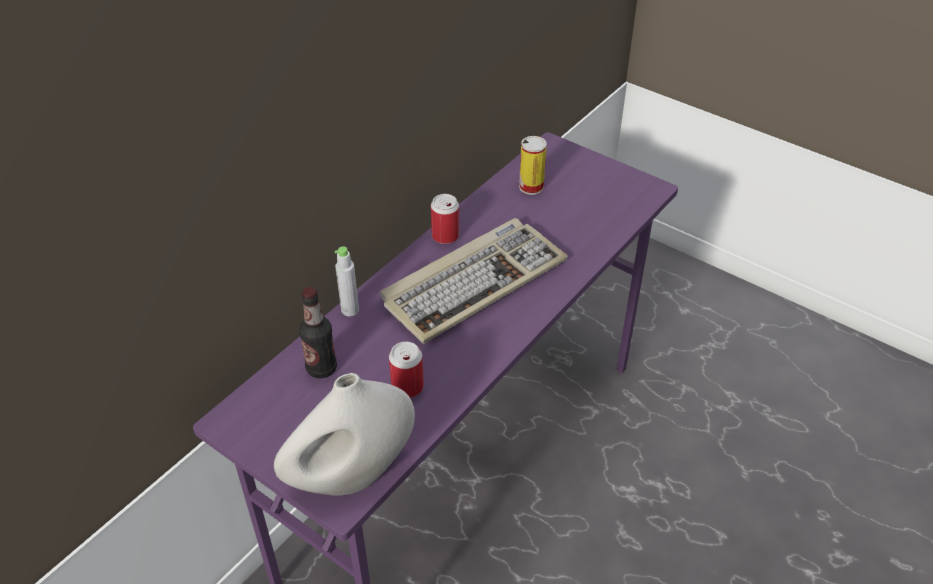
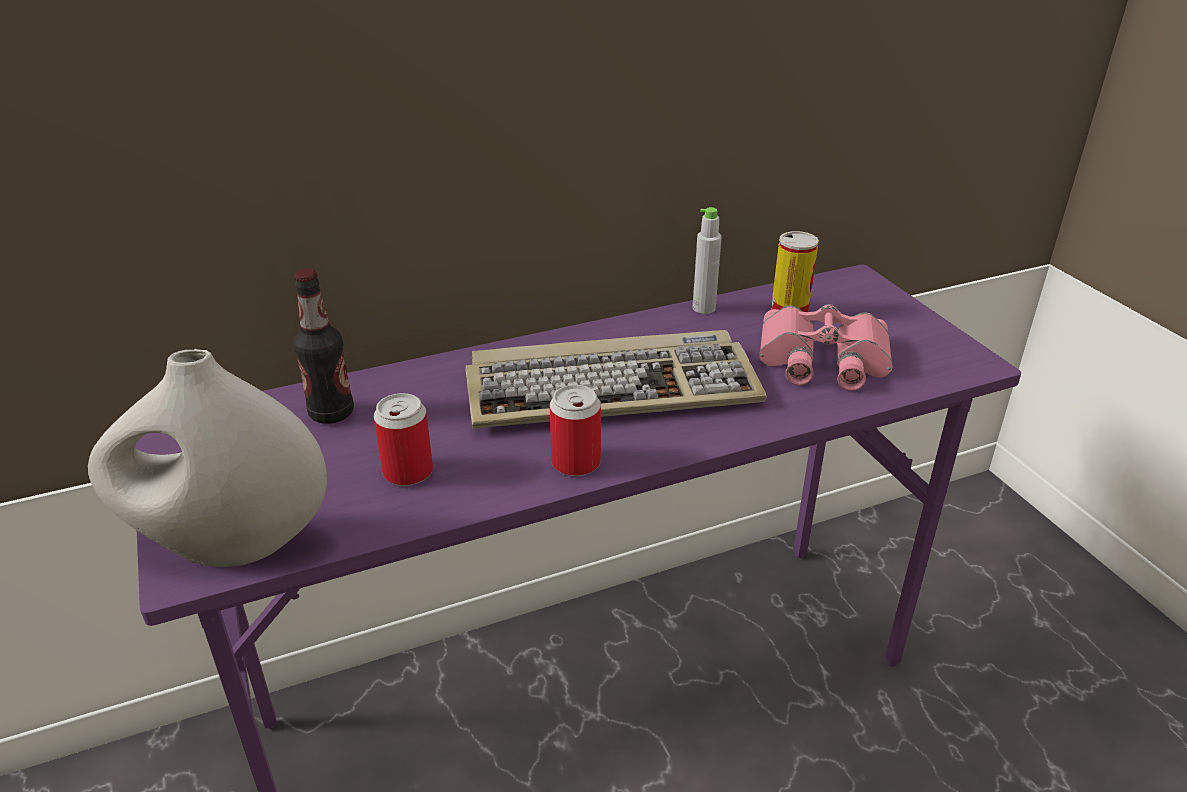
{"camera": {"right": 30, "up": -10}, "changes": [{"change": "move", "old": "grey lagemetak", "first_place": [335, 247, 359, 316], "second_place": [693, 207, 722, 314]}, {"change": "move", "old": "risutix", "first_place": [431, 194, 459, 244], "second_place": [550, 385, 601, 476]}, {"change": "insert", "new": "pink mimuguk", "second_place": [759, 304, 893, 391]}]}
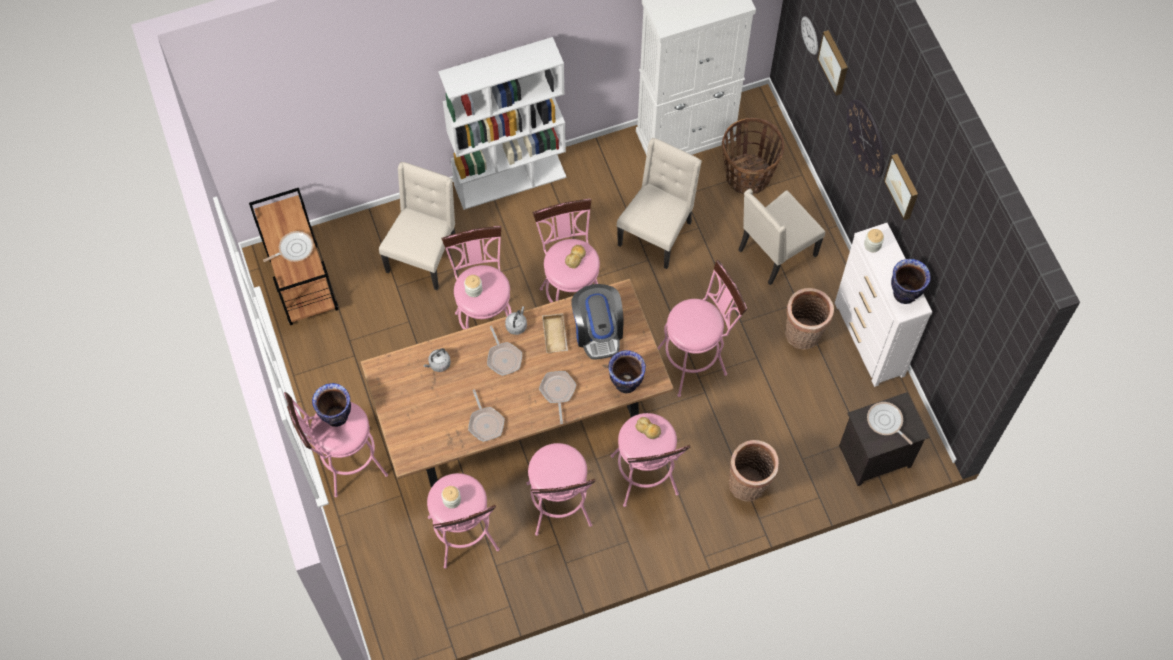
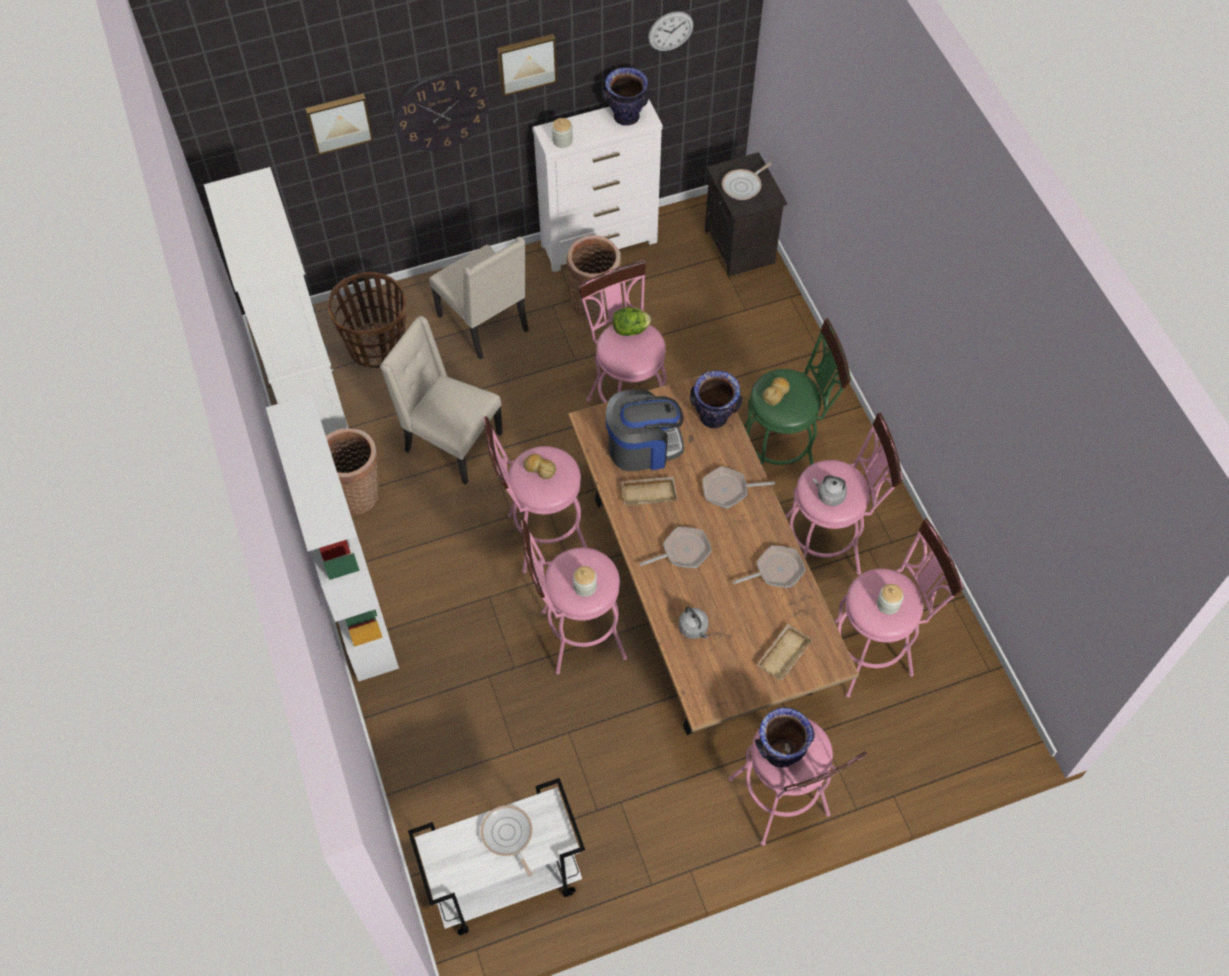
{"camera": {"right": -90, "up": -5}, "changes": [{"change": "recolor", "old": "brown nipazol", "new": "white nipazol", "first_place": [249, 188, 338, 325], "second_place": [408, 778, 585, 935]}, {"change": "delete", "old": "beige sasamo", "first_place": [379, 162, 456, 290]}, {"change": "move", "old": "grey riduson", "first_place": [505, 306, 527, 335], "second_place": [813, 475, 847, 506]}, {"change": "recolor", "old": "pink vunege", "new": "green vunege", "first_place": [611, 413, 690, 507], "second_place": [744, 318, 851, 466]}, {"change": "move", "old": "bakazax", "first_place": [729, 440, 779, 501], "second_place": [326, 428, 378, 515]}, {"change": "move", "old": "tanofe", "first_place": [801, 16, 818, 55], "second_place": [648, 11, 694, 51]}, {"change": "insert", "new": "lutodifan", "second_place": [613, 307, 651, 336]}, {"change": "insert", "new": "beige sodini", "second_place": [757, 624, 813, 681]}]}
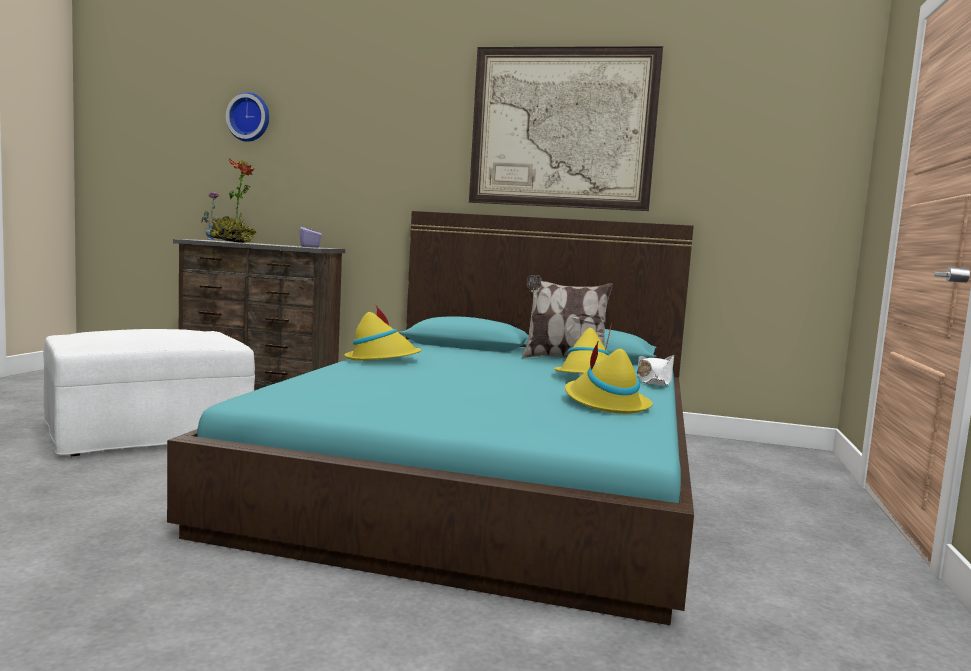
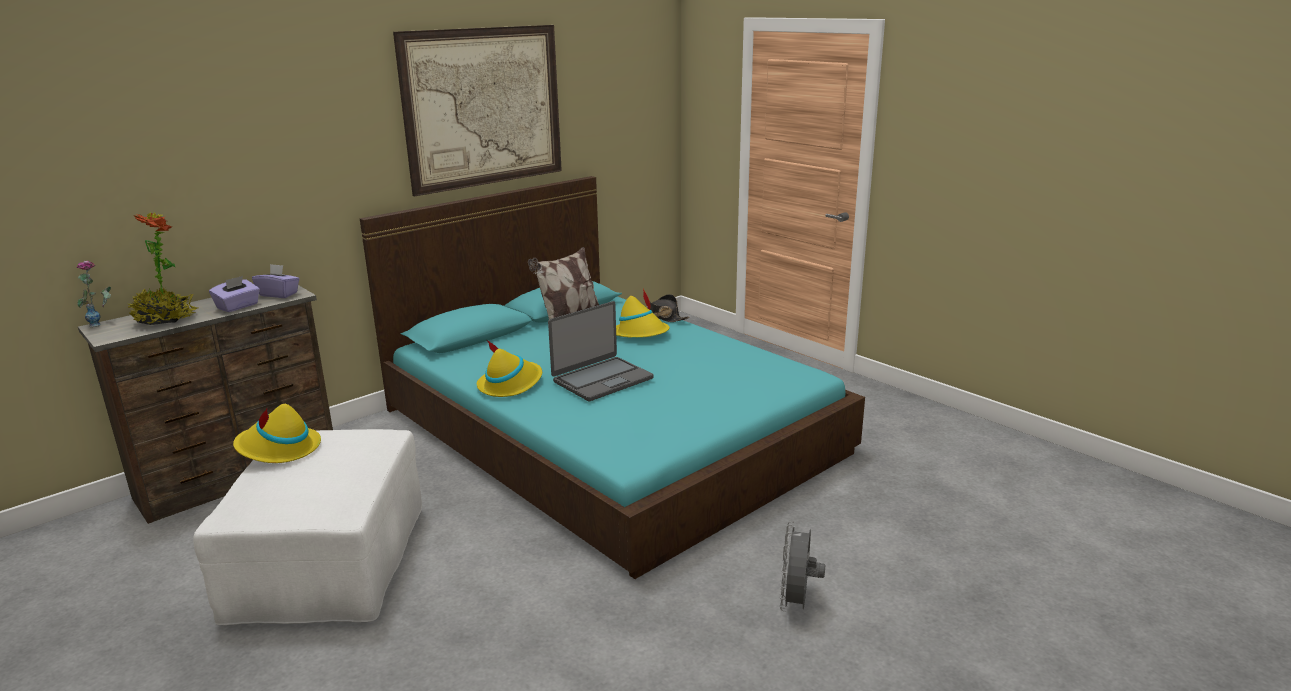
{"camera": {"right": -55, "up": 15}, "changes": [{"change": "delete", "old": "tanofe", "first_place": [226, 92, 269, 142]}, {"change": "move", "old": "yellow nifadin", "first_place": [565, 342, 653, 414], "second_place": [233, 404, 321, 463]}, {"change": "recolor", "old": "white nifadin", "new": "black nifadin", "first_place": [637, 355, 674, 386], "second_place": [645, 294, 690, 322]}, {"change": "insert", "new": "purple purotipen", "second_place": [209, 276, 260, 312]}, {"change": "insert", "new": "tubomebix", "second_place": [548, 301, 654, 401]}, {"change": "insert", "new": "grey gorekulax", "second_place": [779, 521, 825, 611]}]}
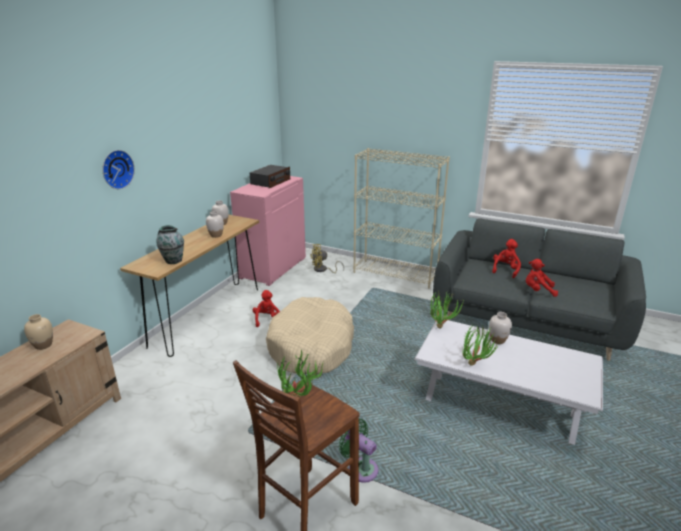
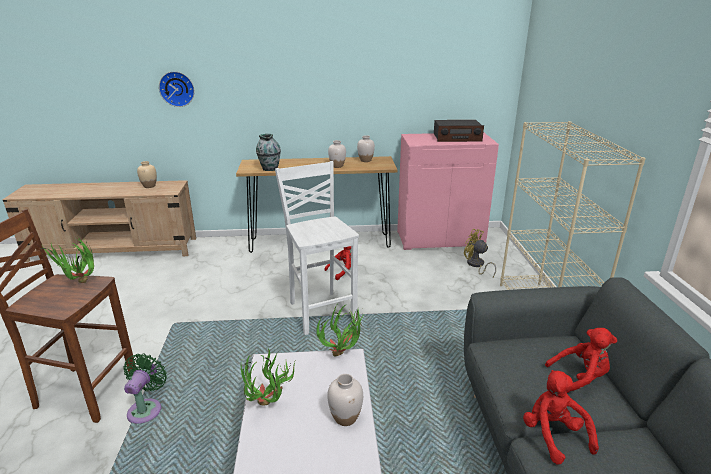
{"camera": {"right": 60, "up": 0}, "changes": [{"change": "move", "old": "tanofe", "first_place": [102, 150, 135, 189], "second_place": [159, 71, 195, 107]}, {"change": "replace", "old": "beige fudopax", "new": "white vunege", "first_place": [266, 297, 354, 375], "second_place": [275, 161, 359, 335]}]}
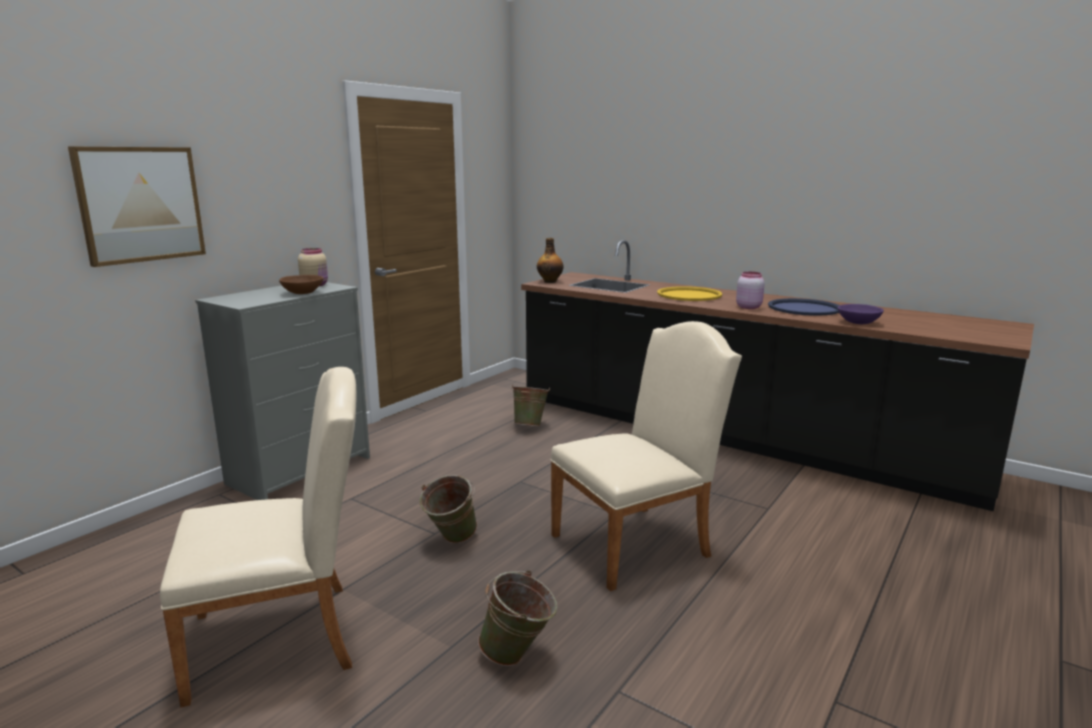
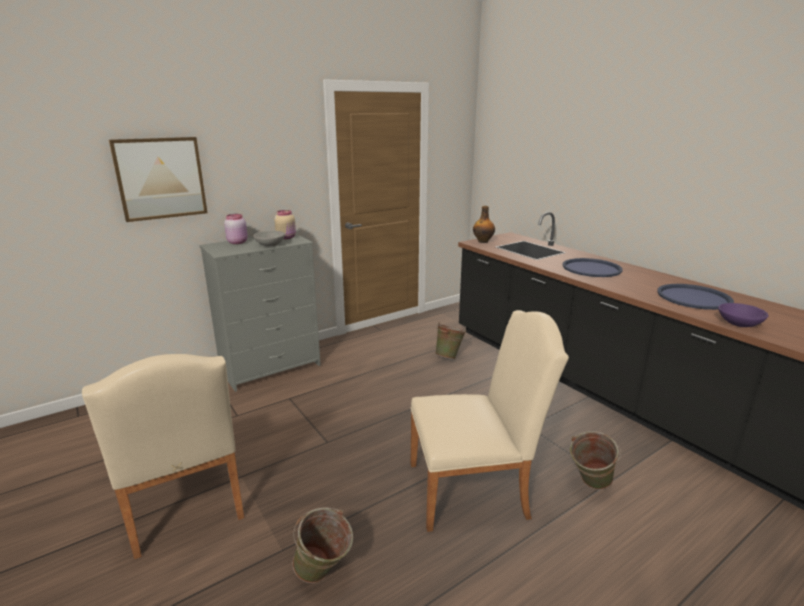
{"camera": {"right": 20, "up": 5}, "changes": [{"change": "rotate", "old": "beige sasamo", "first_place": [160, 367, 357, 707], "second_place": [82, 354, 244, 559], "degrees": 60}, {"change": "recolor", "old": "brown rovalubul", "new": "grey rovalubul", "first_place": [279, 275, 323, 294], "second_place": [253, 231, 285, 246]}, {"change": "move", "old": "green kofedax", "first_place": [420, 475, 478, 544], "second_place": [570, 431, 621, 490]}, {"change": "recolor", "old": "yellow sodini", "new": "blue sodini", "first_place": [657, 286, 722, 301], "second_place": [562, 258, 623, 277]}, {"change": "move", "old": "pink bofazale", "first_place": [736, 272, 765, 309], "second_place": [224, 214, 248, 244]}]}
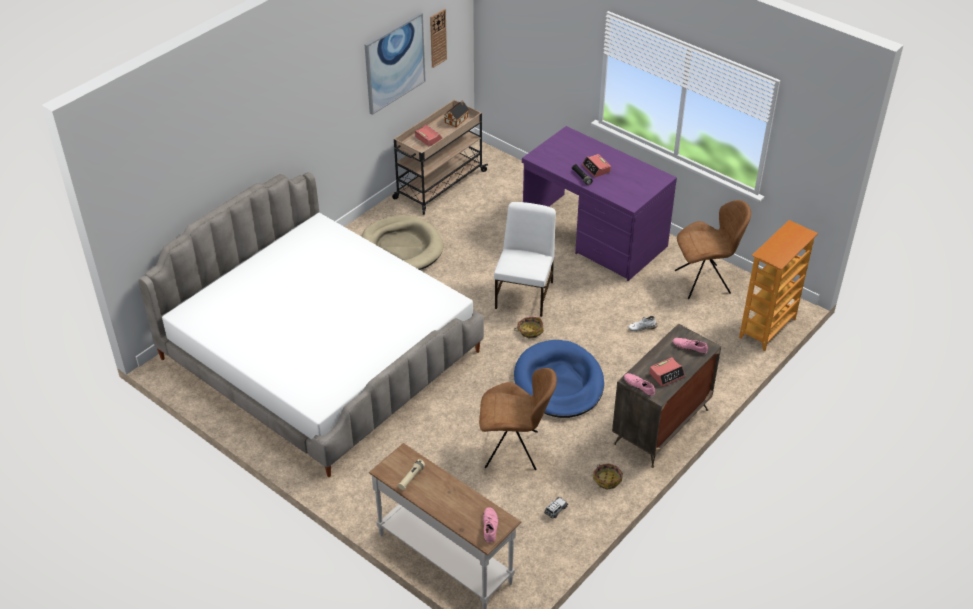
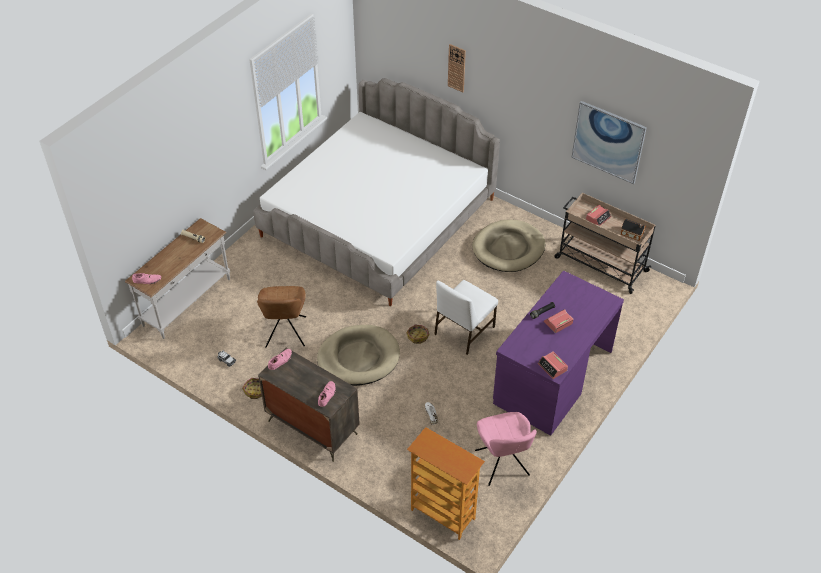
{"camera": {"right": 85, "up": 5}, "changes": [{"change": "move", "old": "tanofe", "first_place": [430, 9, 447, 68], "second_place": [448, 44, 466, 92]}, {"change": "rotate", "old": "white sasamo", "first_place": [494, 202, 556, 317], "second_place": [434, 280, 498, 355], "degrees": 120}, {"change": "recolor", "old": "blue fudopax", "new": "beige fudopax", "first_place": [514, 340, 604, 418], "second_place": [317, 325, 400, 386]}, {"change": "move", "old": "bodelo", "first_place": [649, 357, 685, 387], "second_place": [538, 351, 568, 379]}, {"change": "recolor", "old": "brown sasamo", "new": "pink sasamo", "first_place": [675, 200, 751, 299], "second_place": [475, 412, 537, 486]}]}
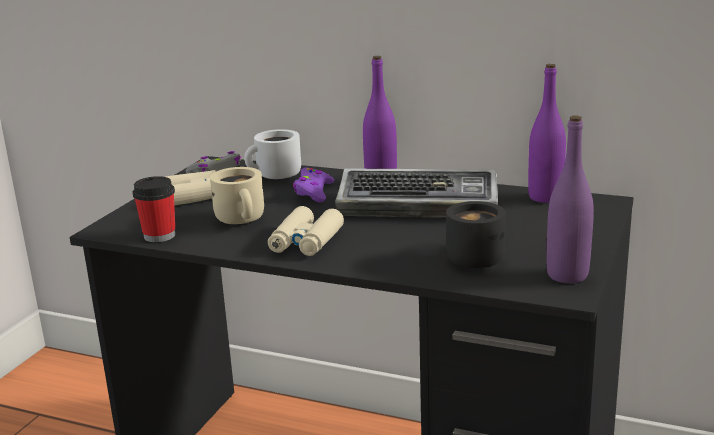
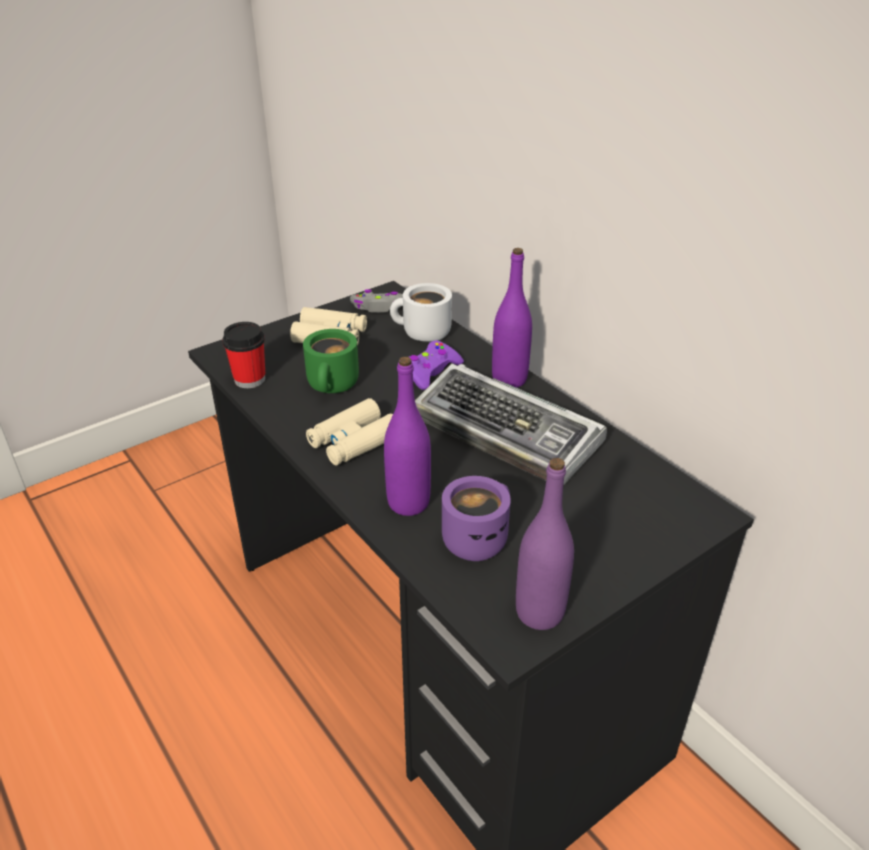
{"camera": {"right": 30, "up": 15}, "changes": [{"change": "recolor", "old": "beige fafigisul", "new": "green fafigisul", "first_place": [210, 167, 264, 224], "second_place": [303, 329, 359, 393]}, {"change": "recolor", "old": "black fafigisul", "new": "purple fafigisul", "first_place": [446, 201, 506, 268], "second_place": [442, 476, 511, 561]}, {"change": "move", "old": "purple lagemetak", "first_place": [528, 64, 566, 203], "second_place": [384, 357, 431, 516]}]}
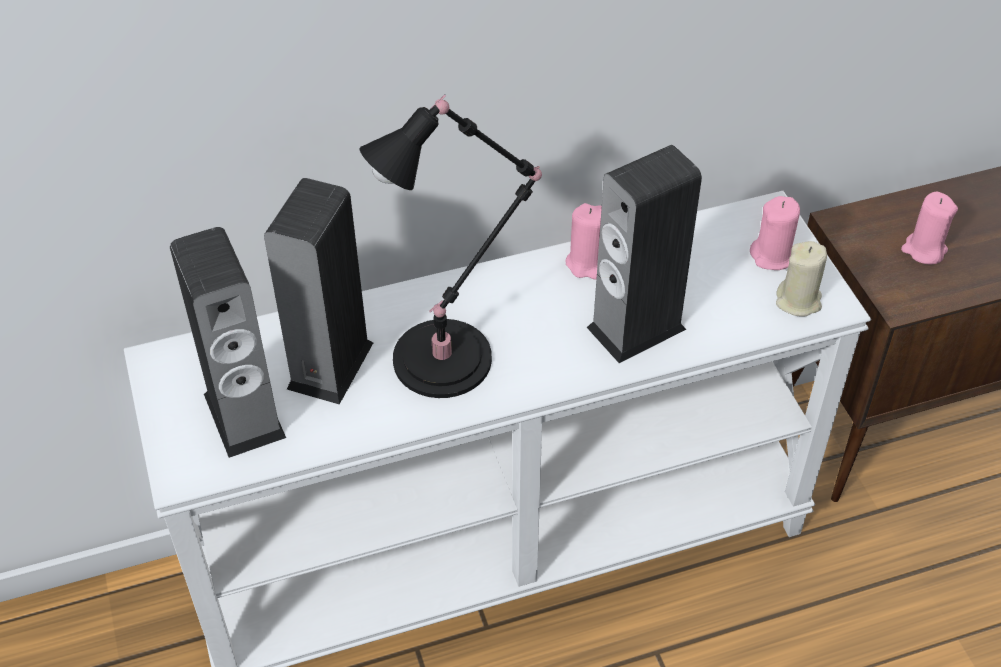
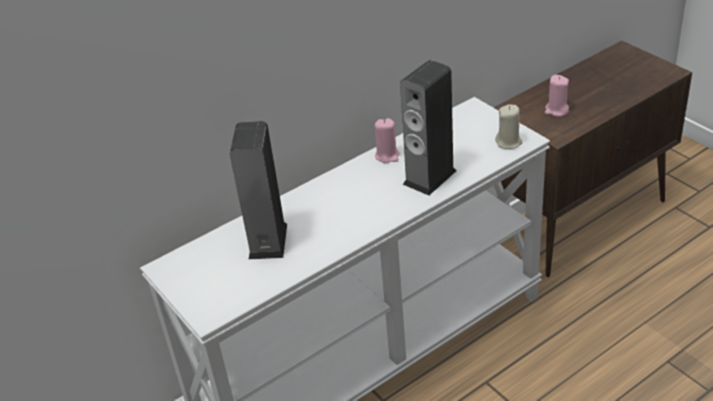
{"camera": {"right": -15, "up": -10}, "changes": [{"change": "delete", "old": "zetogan", "first_place": [170, 227, 286, 458]}, {"change": "delete", "old": "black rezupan", "first_place": [360, 94, 542, 398]}, {"change": "delete", "old": "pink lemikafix", "first_place": [750, 196, 800, 270]}]}
